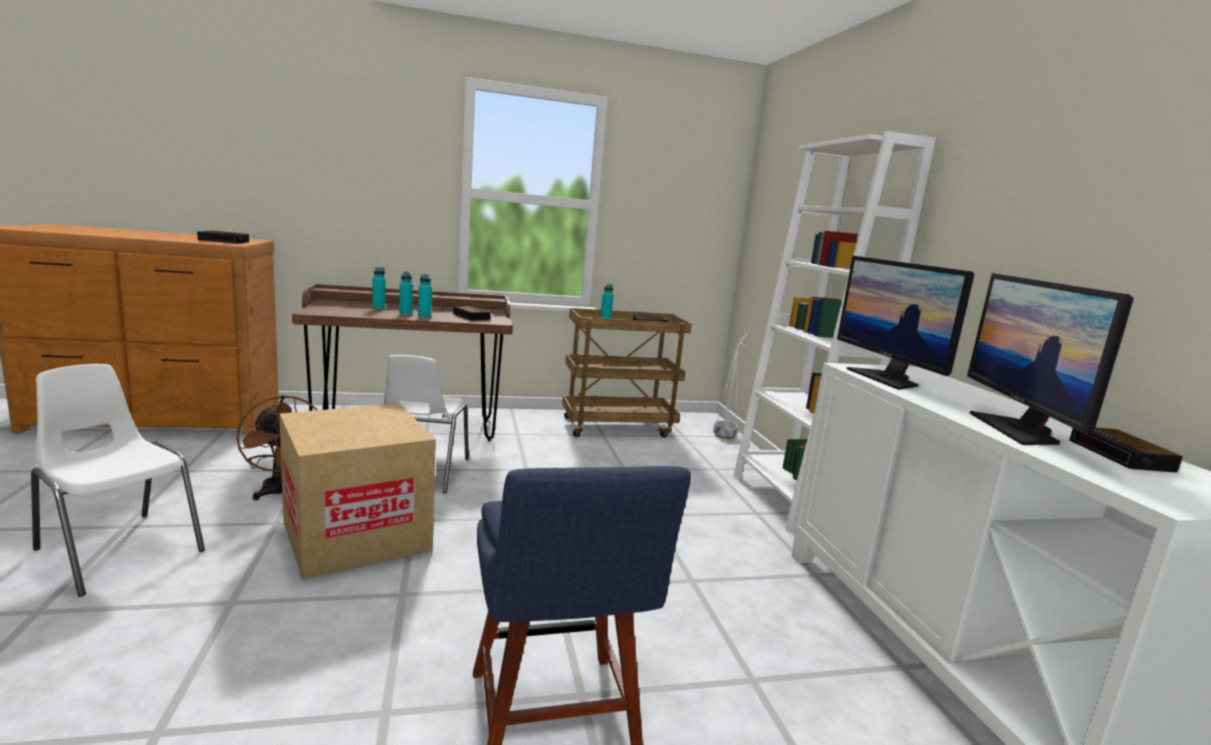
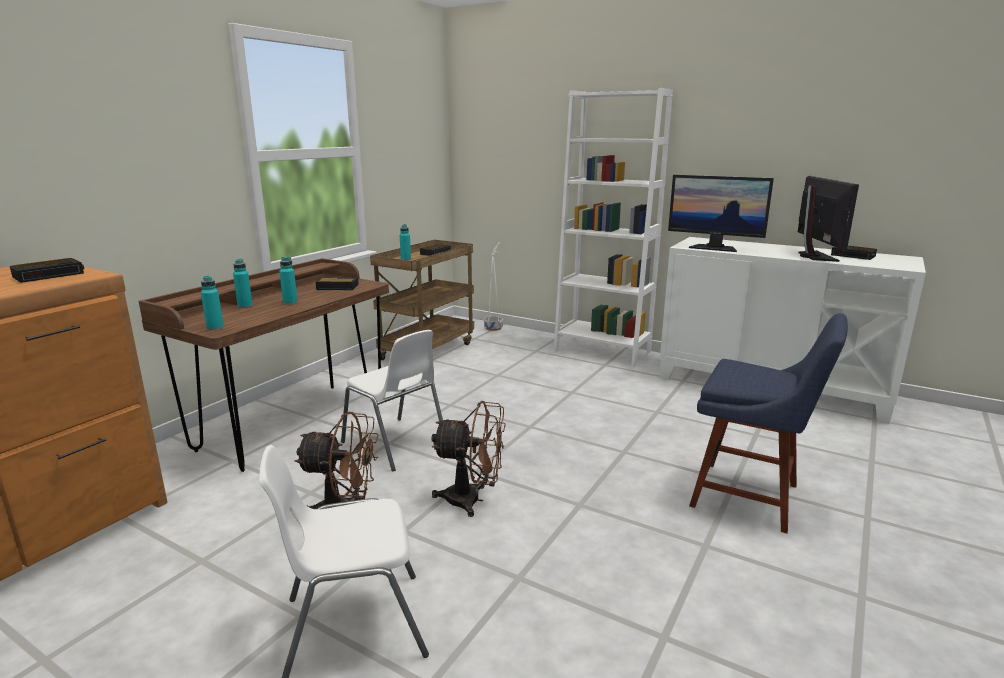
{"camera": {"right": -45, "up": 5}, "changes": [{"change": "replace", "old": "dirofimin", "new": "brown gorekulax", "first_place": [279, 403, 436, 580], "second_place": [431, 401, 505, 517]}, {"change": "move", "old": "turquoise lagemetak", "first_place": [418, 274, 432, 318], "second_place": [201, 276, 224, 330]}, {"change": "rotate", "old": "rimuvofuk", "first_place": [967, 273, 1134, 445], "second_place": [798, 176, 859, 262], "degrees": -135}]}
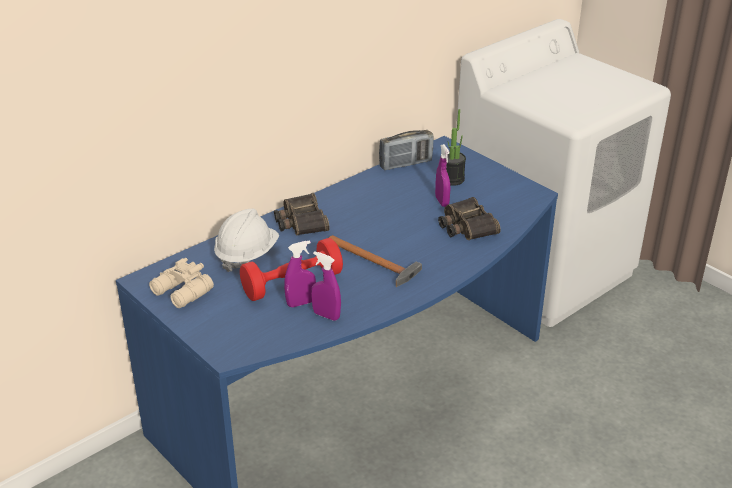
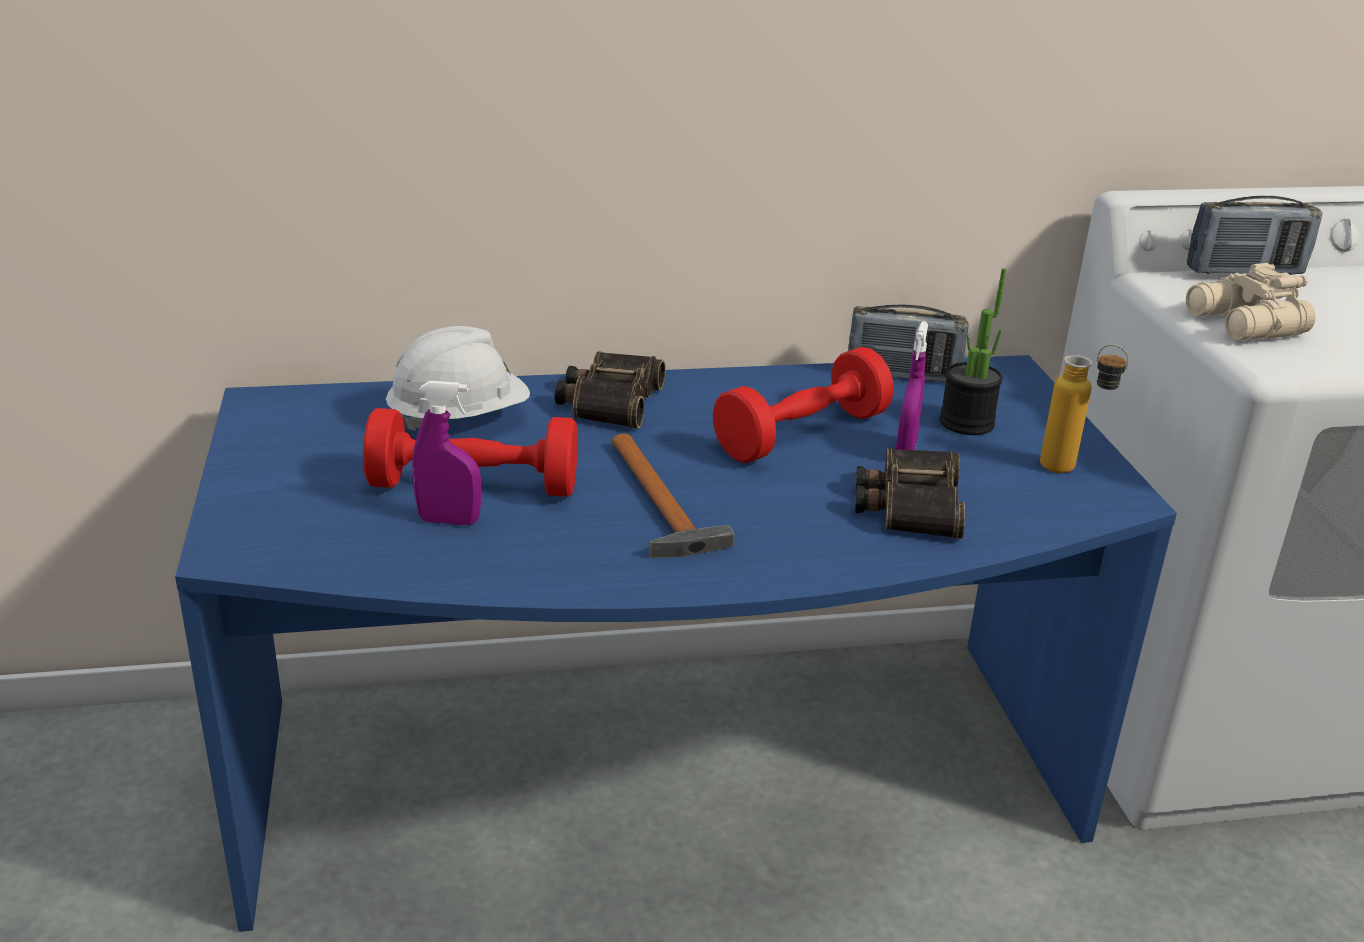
{"camera": {"right": 30, "up": -5}, "changes": [{"change": "move", "old": "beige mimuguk", "first_place": [149, 258, 214, 308], "second_place": [1186, 263, 1316, 341]}, {"change": "delete", "old": "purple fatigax", "first_place": [311, 251, 341, 321]}, {"change": "insert", "new": "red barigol", "second_place": [713, 347, 894, 463]}, {"change": "insert", "new": "lagemetak", "second_place": [1040, 344, 1129, 473]}, {"change": "insert", "new": "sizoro", "second_place": [1187, 196, 1322, 275]}]}
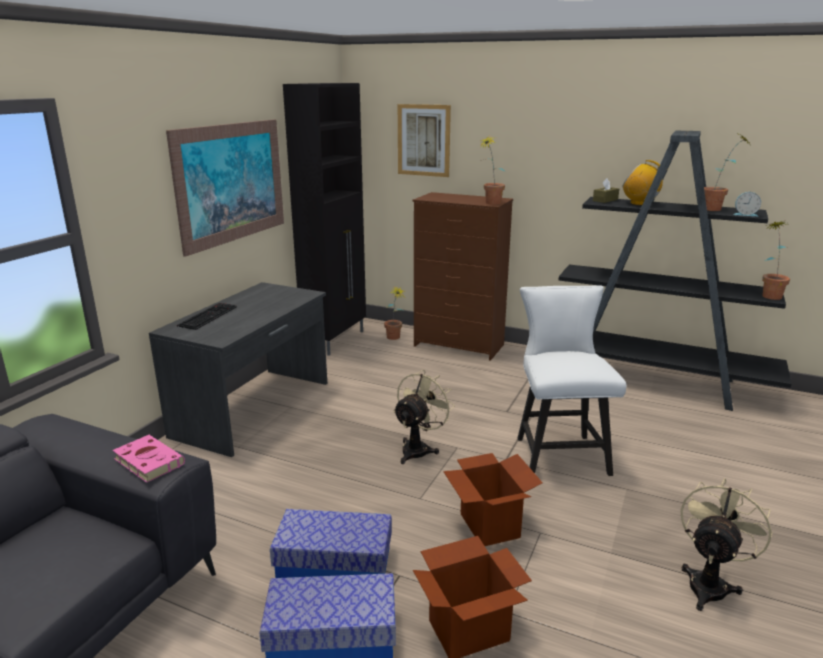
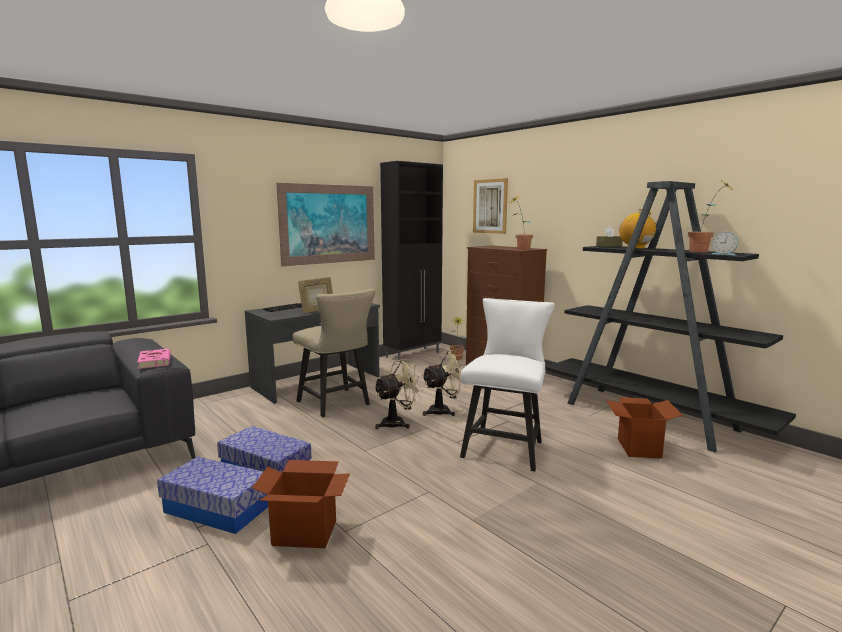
{"camera": {"right": 25, "up": -10}, "changes": [{"change": "move", "old": "dirofimin", "first_place": [443, 453, 543, 546], "second_place": [606, 397, 683, 459]}, {"change": "move", "old": "beige gorekulax", "first_place": [680, 478, 773, 611], "second_place": [422, 350, 466, 416]}, {"change": "delete", "old": "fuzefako", "first_place": [762, 220, 790, 300]}, {"change": "insert", "new": "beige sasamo", "second_place": [292, 289, 375, 417]}, {"change": "insert", "new": "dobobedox", "second_place": [298, 277, 333, 313]}]}
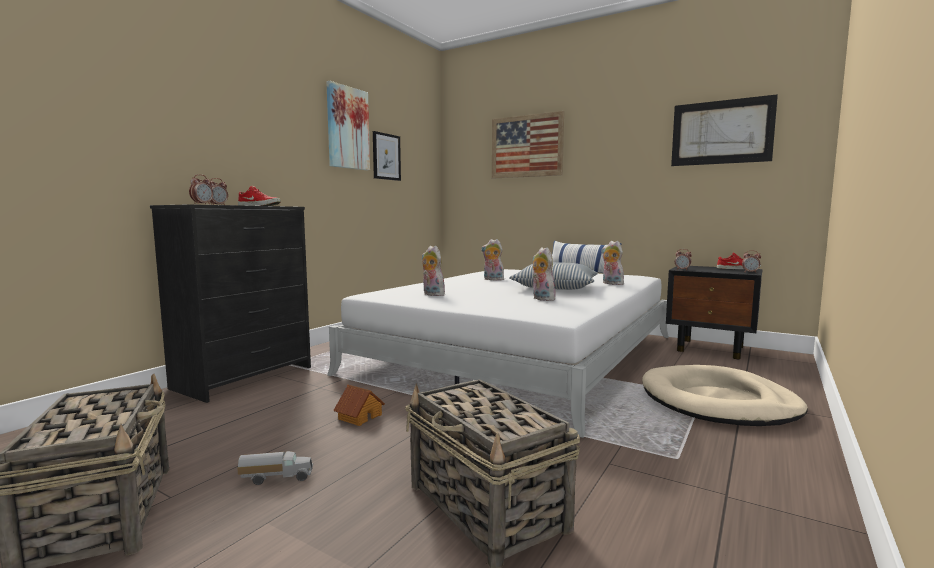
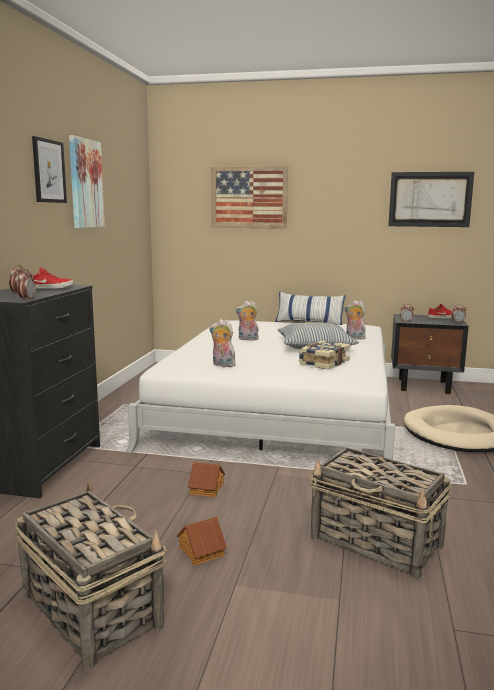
{"camera": {"right": -20, "up": 5}, "changes": [{"change": "replace", "old": "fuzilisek", "new": "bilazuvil", "first_place": [237, 451, 313, 485], "second_place": [177, 517, 227, 566]}, {"change": "move", "old": "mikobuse", "first_place": [373, 131, 401, 181], "second_place": [32, 136, 67, 203]}, {"change": "replace", "old": "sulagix", "new": "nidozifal", "first_place": [533, 247, 556, 301], "second_place": [299, 340, 350, 370]}]}
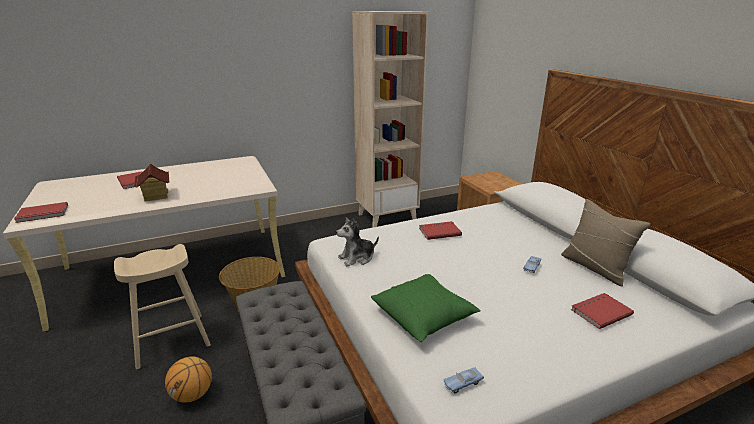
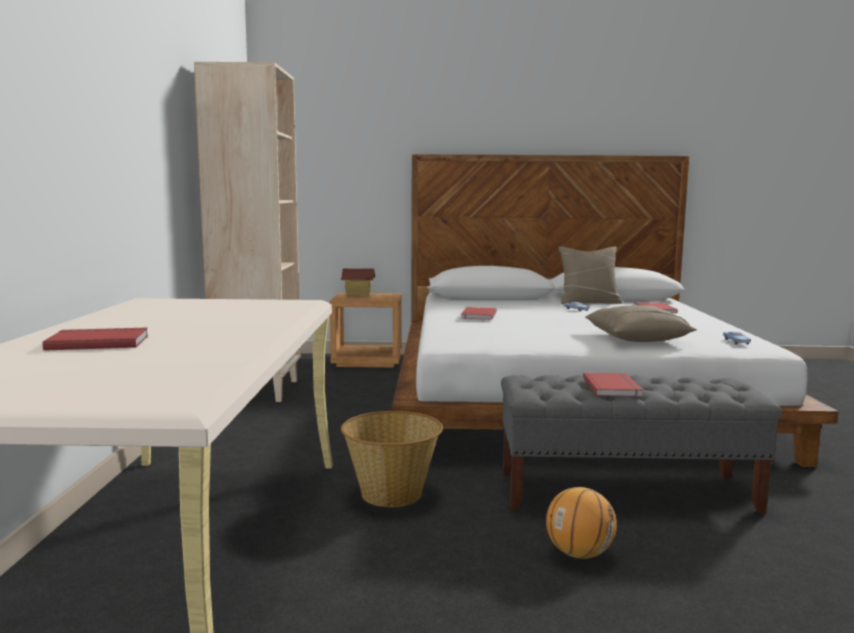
{"camera": {"right": -65, "up": -15}, "changes": [{"change": "move", "old": "red nidozifal", "first_place": [14, 202, 68, 223], "second_place": [583, 373, 643, 397]}, {"change": "delete", "old": "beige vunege", "first_place": [114, 244, 211, 369]}, {"change": "move", "old": "bilazuvil", "first_place": [134, 164, 169, 202], "second_place": [341, 268, 375, 296]}, {"change": "delete", "old": "sulagix", "first_place": [336, 217, 379, 266]}, {"change": "recolor", "old": "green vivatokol", "new": "beige vivatokol", "first_place": [371, 274, 481, 342], "second_place": [585, 305, 697, 342]}]}
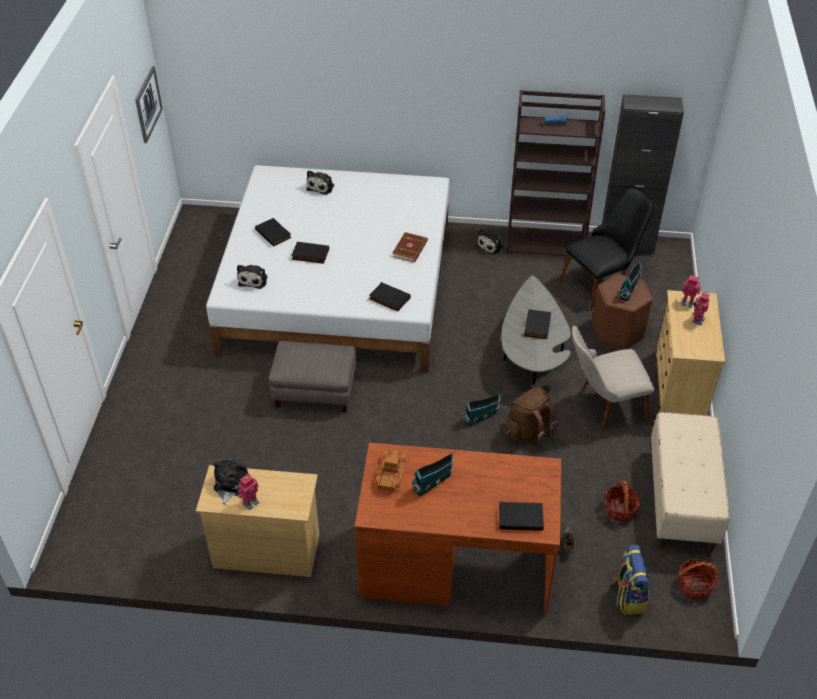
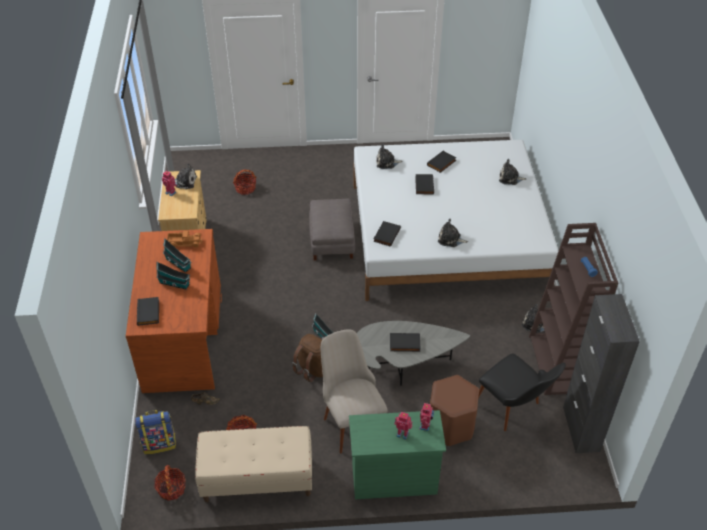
{"camera": {"right": 80, "up": 0}, "changes": [{"change": "delete", "old": "mikobuse", "first_place": [135, 66, 163, 143]}, {"change": "replace", "old": "brown nidozifal", "new": "sulagix", "first_place": [392, 232, 428, 262], "second_place": [438, 219, 468, 247]}, {"change": "move", "old": "bilazuvil", "first_place": [619, 262, 642, 301], "second_place": [156, 262, 190, 290]}, {"change": "recolor", "old": "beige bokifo", "new": "green bokifo", "first_place": [656, 290, 725, 416], "second_place": [349, 410, 446, 499]}, {"change": "insert", "new": "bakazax", "second_place": [233, 169, 256, 195]}]}
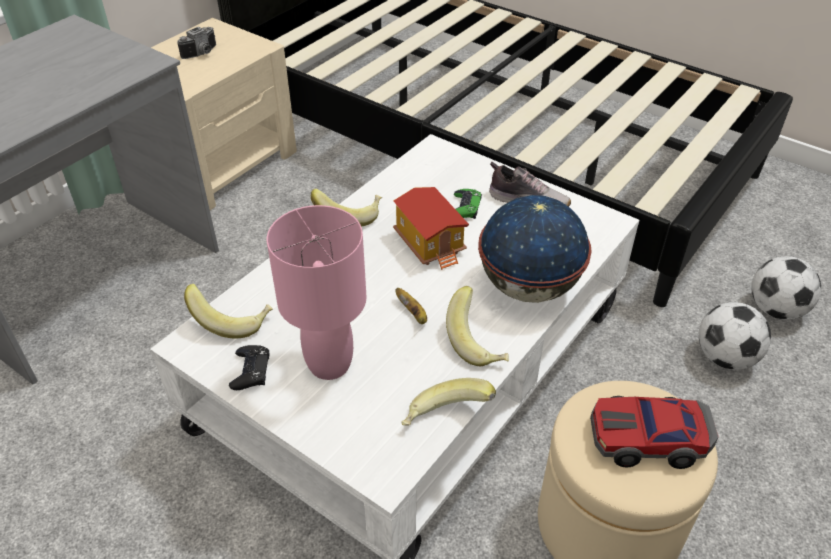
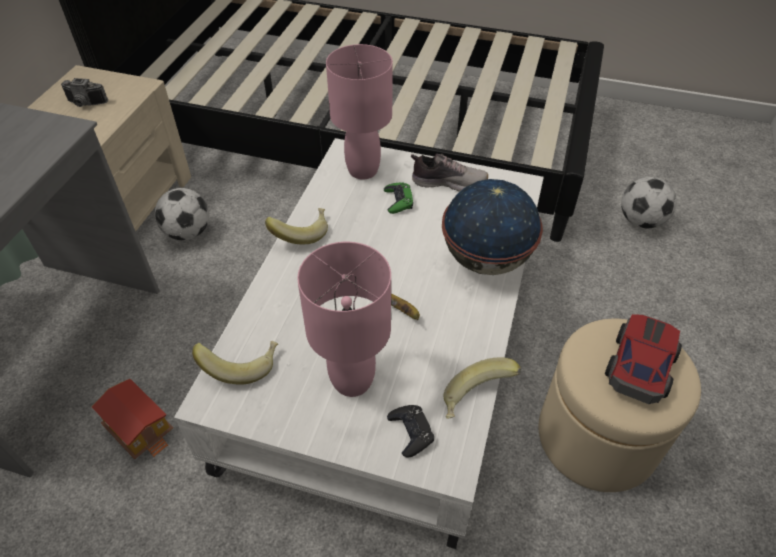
{"camera": {"right": -20, "up": 5}, "changes": [{"change": "rotate", "old": "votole", "first_place": [177, 27, 216, 59], "second_place": [61, 78, 108, 107], "degrees": 75}, {"change": "move", "old": "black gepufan", "first_place": [229, 345, 270, 390], "second_place": [387, 405, 434, 458]}, {"change": "move", "old": "bilazuvil", "first_place": [393, 187, 469, 270], "second_place": [92, 379, 173, 459]}, {"change": "delete", "old": "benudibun", "first_place": [446, 286, 509, 366]}, {"change": "rotate", "old": "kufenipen", "first_place": [590, 396, 718, 469], "second_place": [605, 314, 682, 404], "degrees": 135}, {"change": "move", "old": "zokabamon", "first_place": [699, 302, 771, 370], "second_place": [155, 188, 209, 240]}, {"change": "insert", "new": "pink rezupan", "second_place": [326, 44, 393, 180]}]}
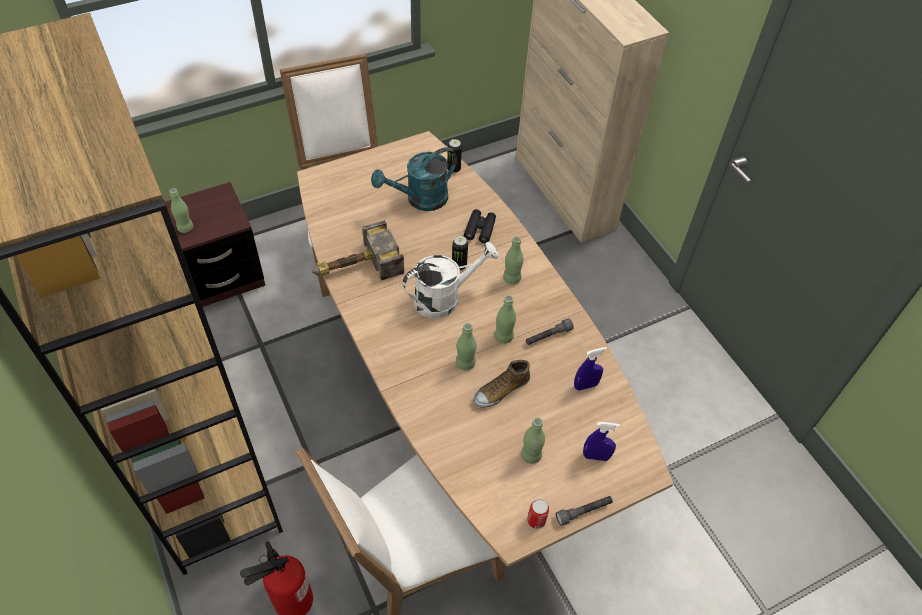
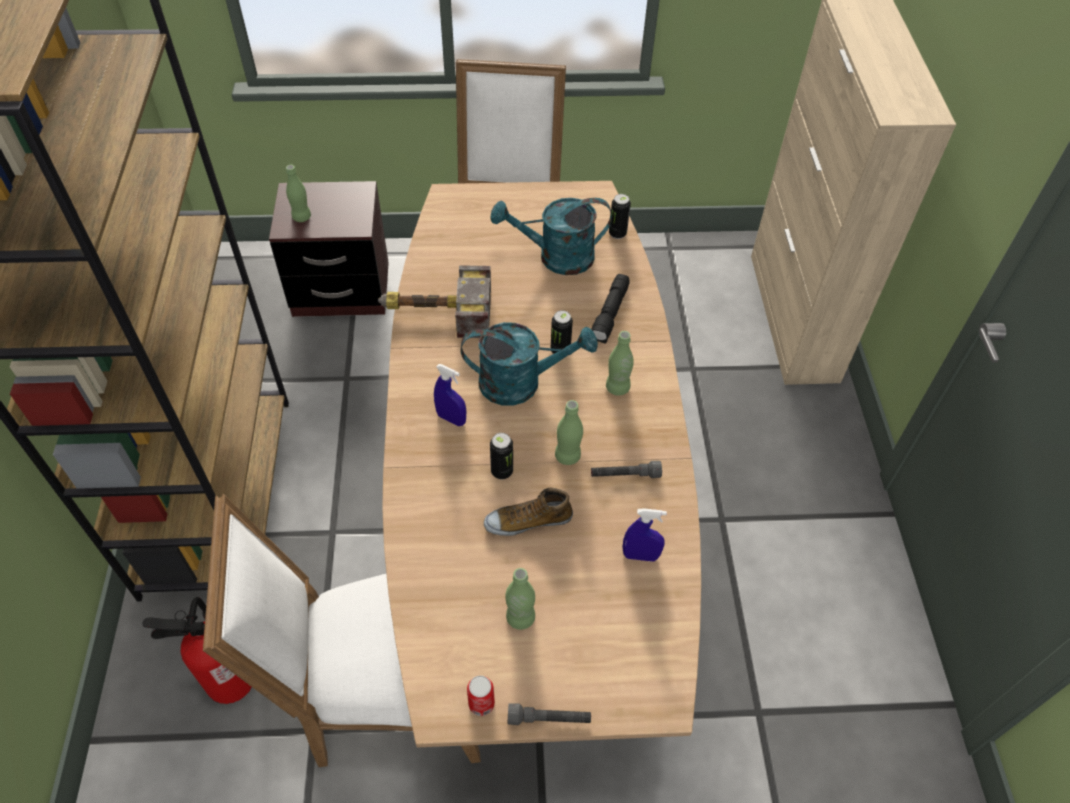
{"camera": {"right": 25, "up": 0}, "changes": [{"change": "recolor", "old": "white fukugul", "new": "turquoise fukugul", "first_place": [403, 242, 499, 318], "second_place": [461, 322, 598, 406]}, {"change": "replace", "old": "green lagemetak", "new": "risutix", "first_place": [456, 323, 477, 370], "second_place": [490, 433, 513, 479]}, {"change": "replace", "old": "black mimuguk", "new": "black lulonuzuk", "first_place": [464, 209, 496, 243], "second_place": [592, 274, 629, 344]}, {"change": "move", "old": "blue fatigax", "first_place": [583, 422, 620, 461], "second_place": [434, 364, 466, 426]}]}
